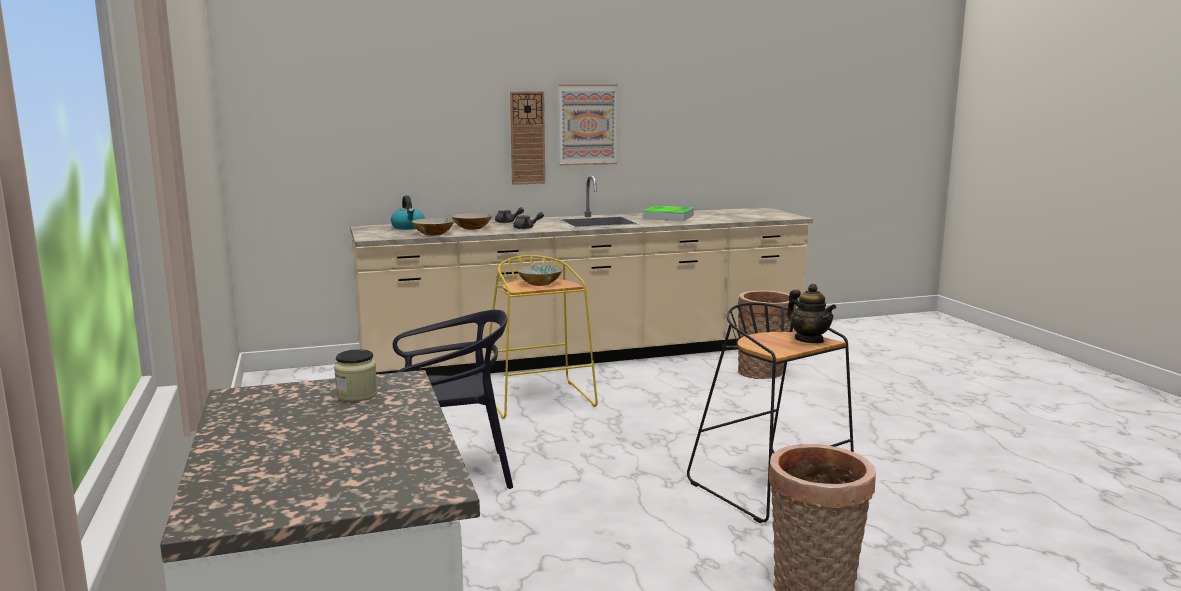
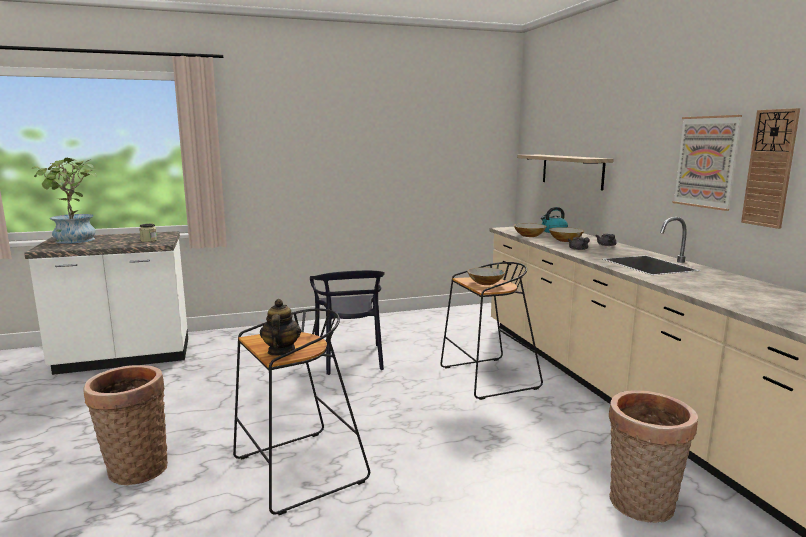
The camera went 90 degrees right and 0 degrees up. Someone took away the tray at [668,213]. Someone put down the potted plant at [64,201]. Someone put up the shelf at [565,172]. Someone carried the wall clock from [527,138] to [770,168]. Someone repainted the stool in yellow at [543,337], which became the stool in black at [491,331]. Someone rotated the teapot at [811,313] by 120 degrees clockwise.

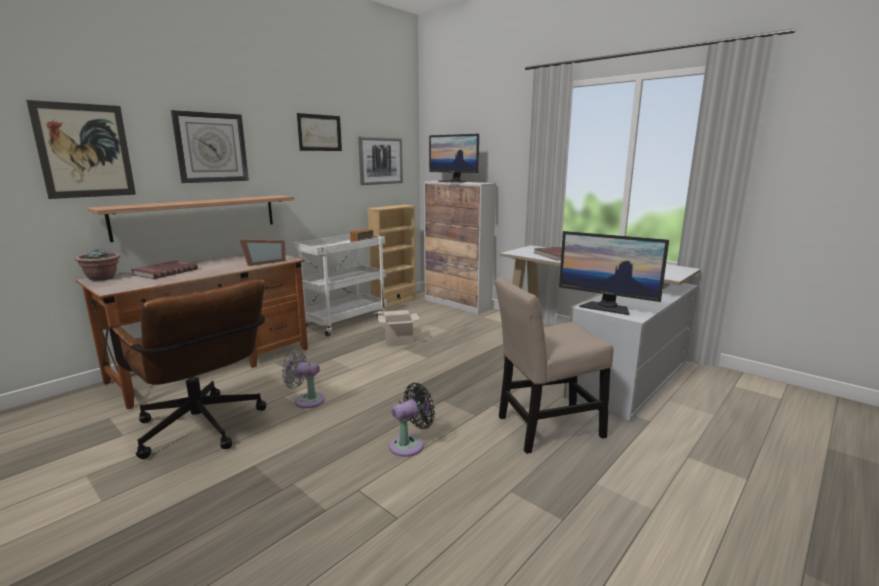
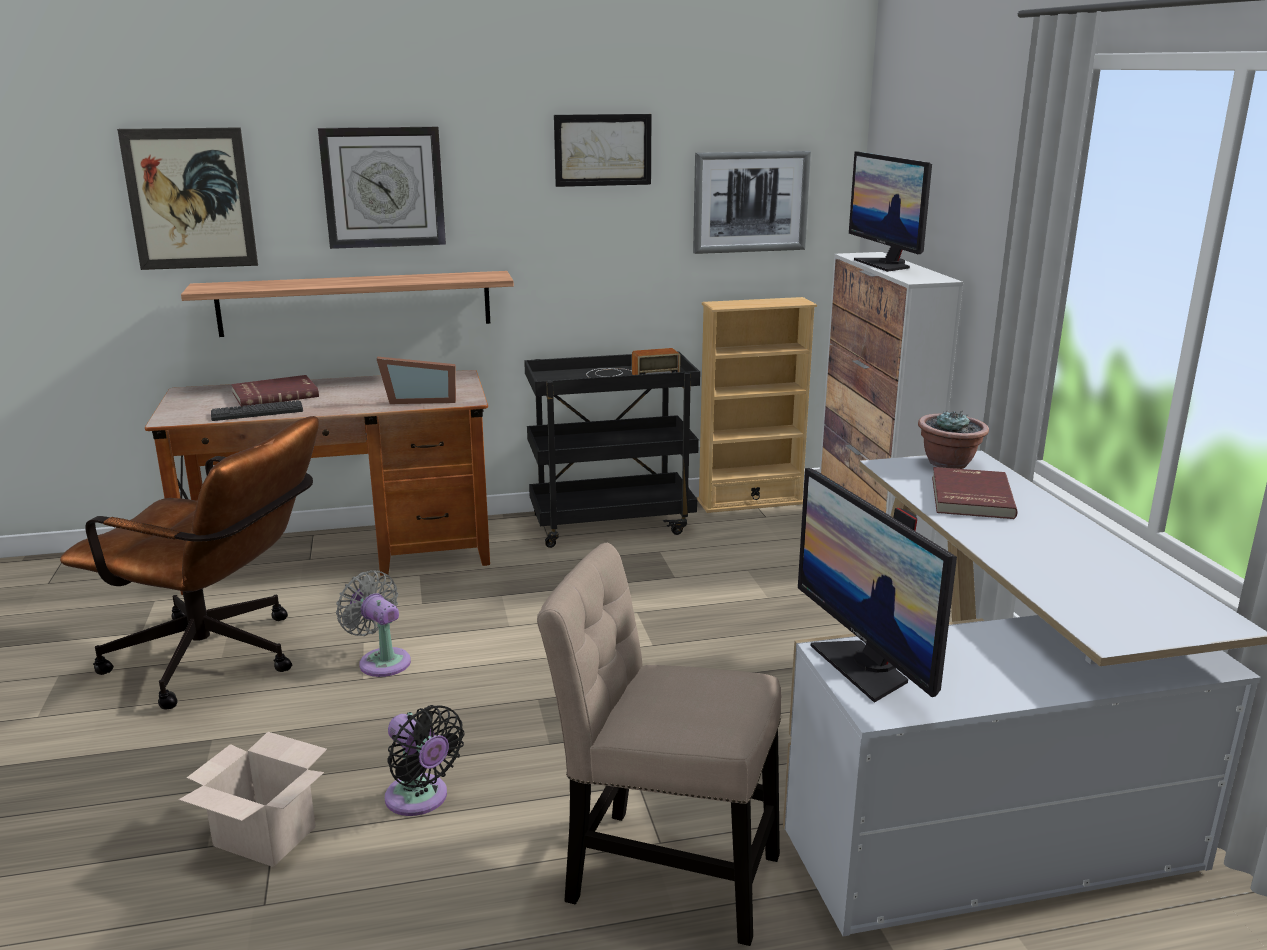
The camera went 35 degrees right and 5 degrees up. Someone put down the keyboard at [257,410]. Someone carried the potted plant from [98,265] to [953,439]. Someone carried the cardboard box from [399,328] to [253,799]. Someone repainted the cart in white at [340,285], which became the cart in black at [612,449]. Someone rotated the office chair in brown at [187,369] by 60 degrees counterclockwise. Someone rotated the fan in black at [412,420] by 45 degrees clockwise.

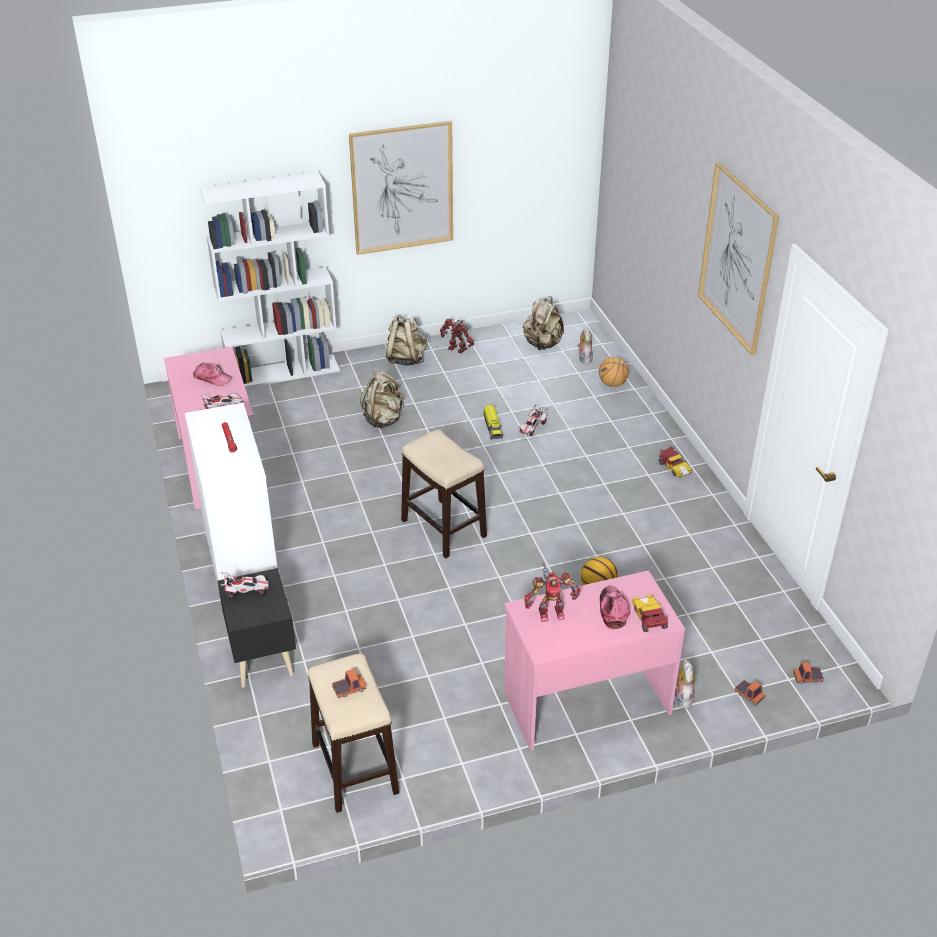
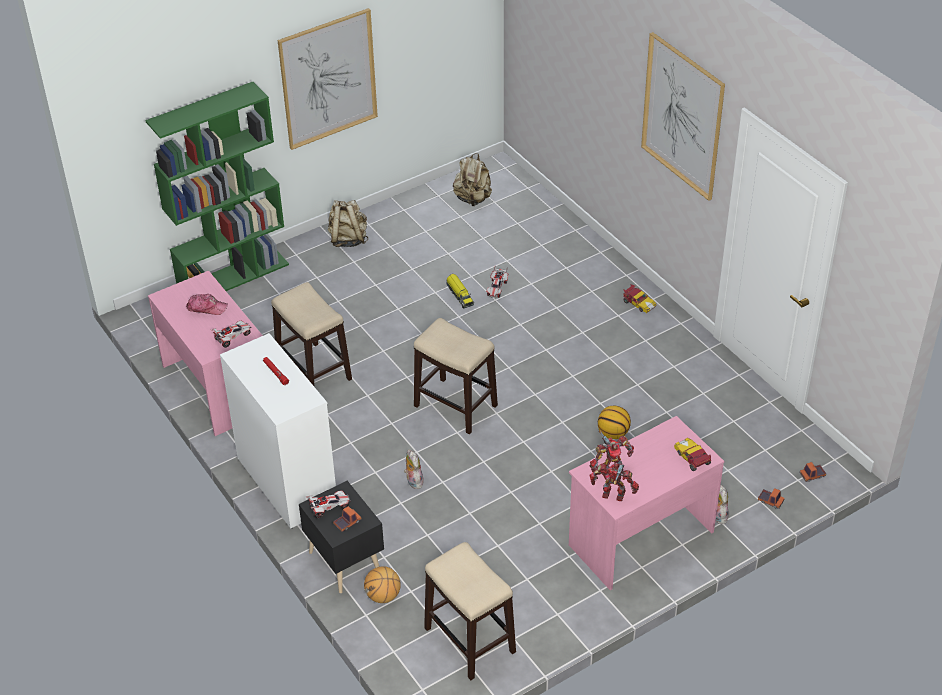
The camera went 15 degrees left and 5 degrees up. Someone took away the backpack in beige at [382,400]. Someone took away the cap at [615,607]. Someone put down the stool at [311,334]. Someone carried the toy truck from [349,683] to [347,519]. Someone carried the toy robot from [457,335] to [614,482]. Someone carried the plush toy from [585,345] to [414,469]. Someone carried the basketball from [614,372] to [382,584]. Someone repainted the bookcase in white at [269,279], which became the bookcase in green at [217,186].

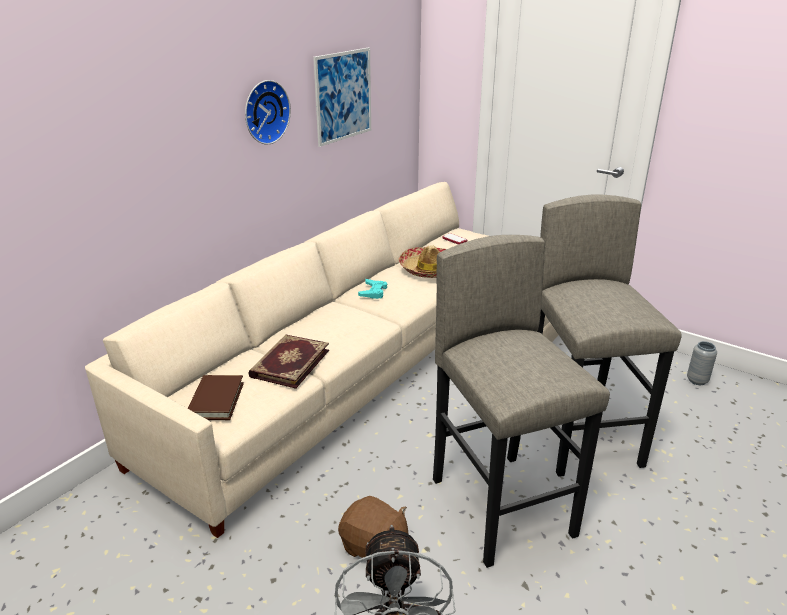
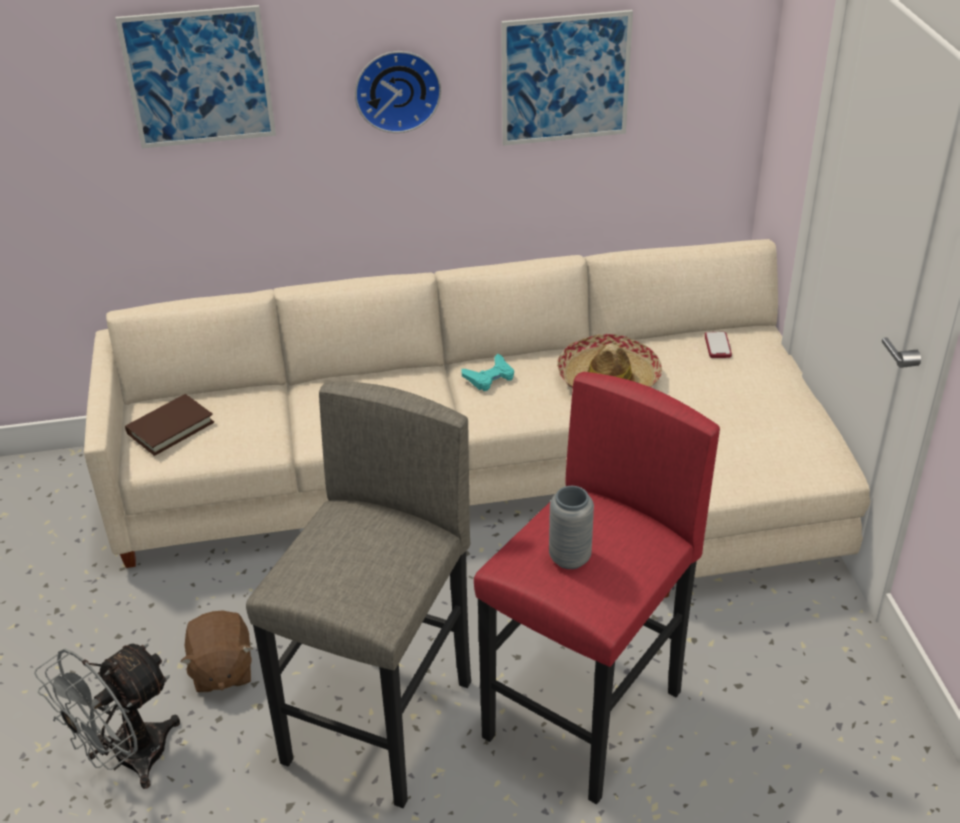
The camera went 45 degrees right and 10 degrees up. Someone took away the book at [288,361]. Someone put up the picture at [195,76]. Someone carried the vase in grey from [702,363] to [571,527]. Someone repainted the stool in grey at [610,336], which became the stool in red at [597,588].

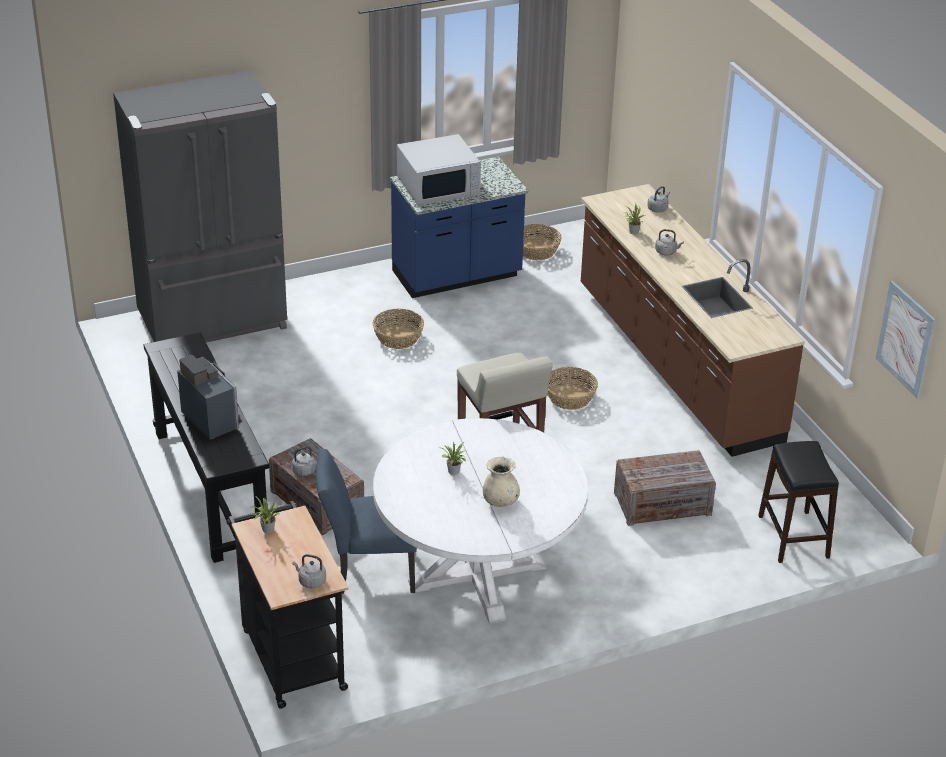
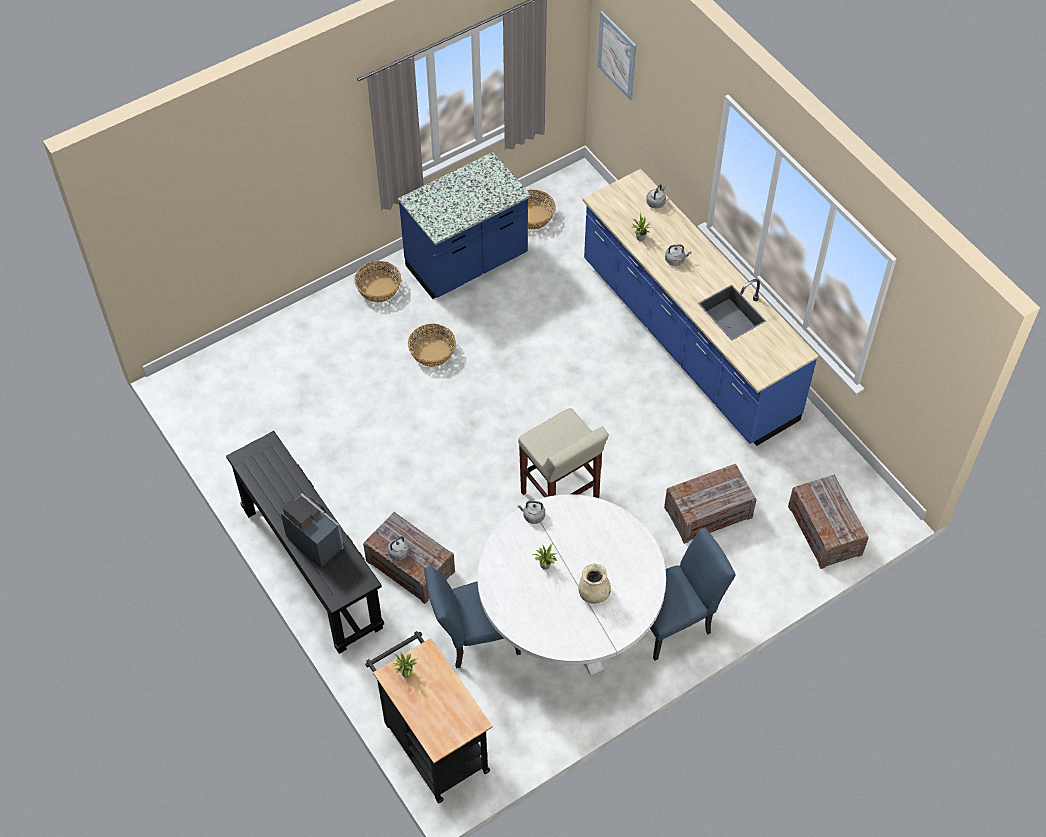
The camera went 10 degrees left and 20 degrees up. Someone took away the fridge in grey at [200,206]. Someone took away the microwave in white at [439,169]. Someone put down the chair in blue at [693,594]. Someone carried the kettle in grey from [309,571] to [531,512]. Someone carried the basket from [573,388] to [378,282]. Someone carried the picture from [906,339] to [616,56]. Someone swapped the stool in black at [798,502] for the crate at [828,521]. Someone repainted the counter in brown at [693,320], which became the counter in blue at [700,307].

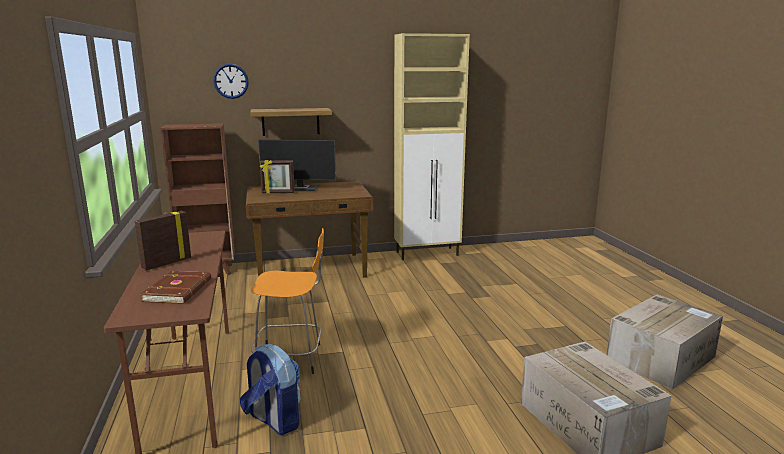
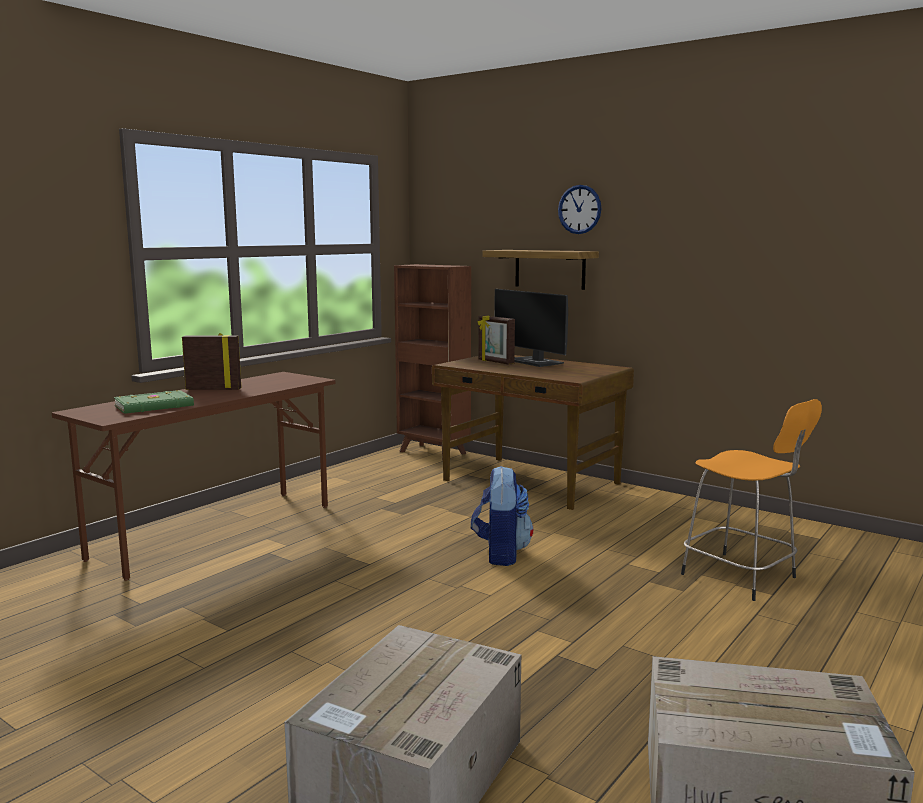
The camera went 50 degrees right and 5 degrees down. Someone took away the cabinet in beige at [432,146]. Someone carried the wall clock from [231,81] to [579,209]. Someone carried the backpack from [270,389] to [502,516]. Someone carried the stool in orange from [287,301] to [751,500]. Someone repainted the book in brown at [175,287], which became the book in green at [154,402].

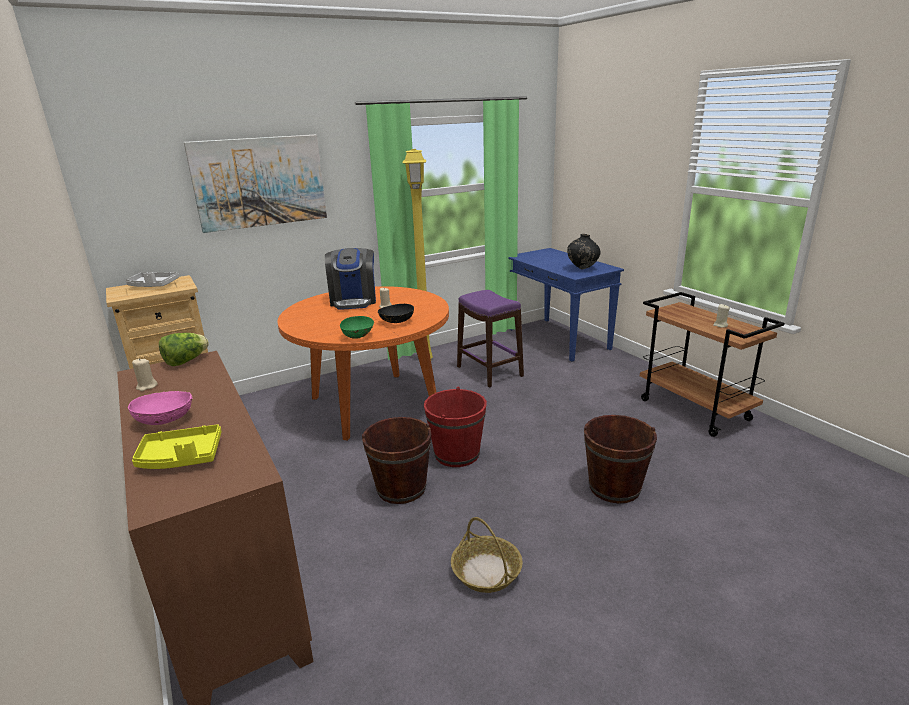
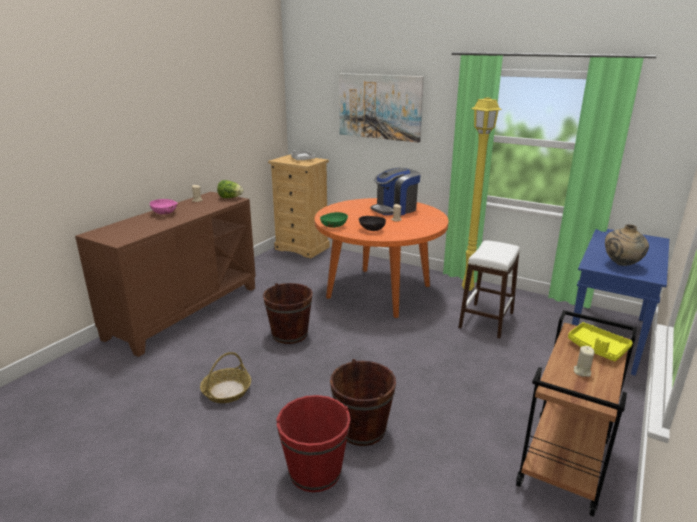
The camera went 60 degrees right and 0 degrees up. Someone carried the tray in yellow from [177,446] to [600,341]. Someone carried the bucket in red from [455,427] to [313,443]. Someone repainted the stool in purple at [490,338], which became the stool in white at [489,289]. Someone repainted the vase in black at [583,251], which became the vase in beige at [627,245].

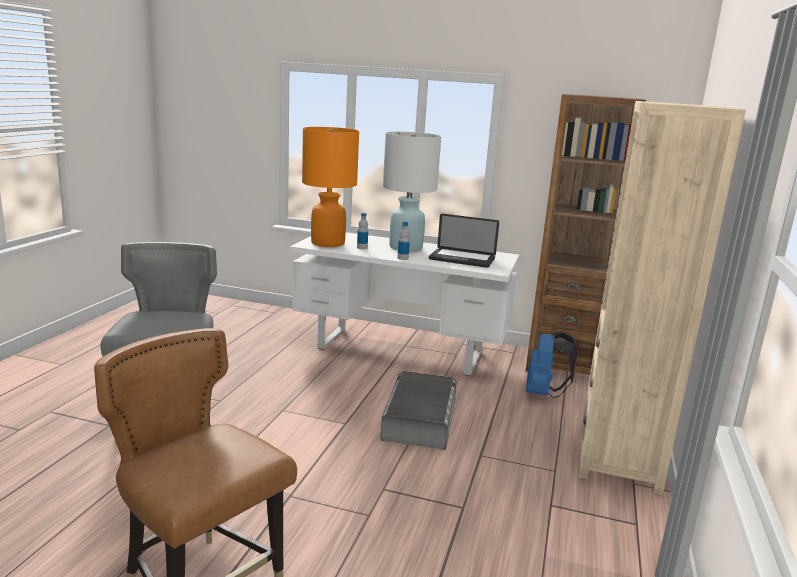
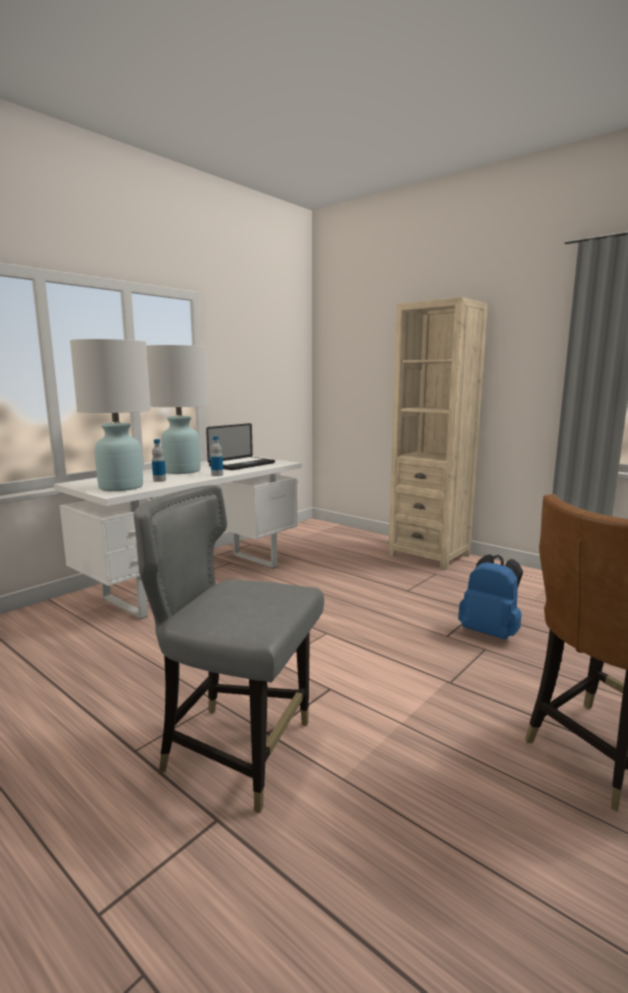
The camera went 65 degrees left and 5 degrees down. Someone took away the storage box in grey at [418,410]. Someone took away the bookcase in brown at [586,234]. Someone carried the backpack in blue from [551,364] to [490,596]. Someone repainted the table lamp in orange at [330,187], which became the table lamp in white at [110,415].

